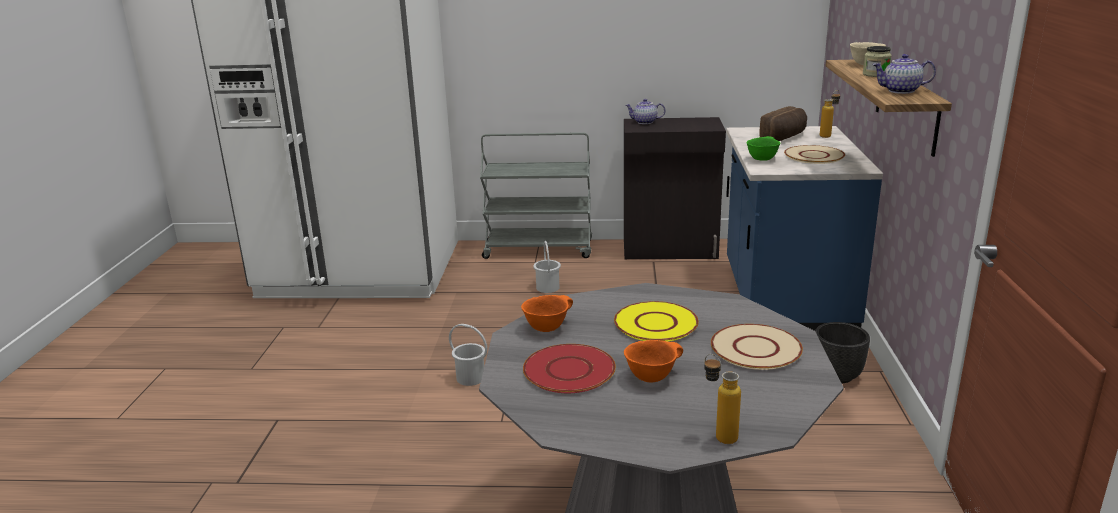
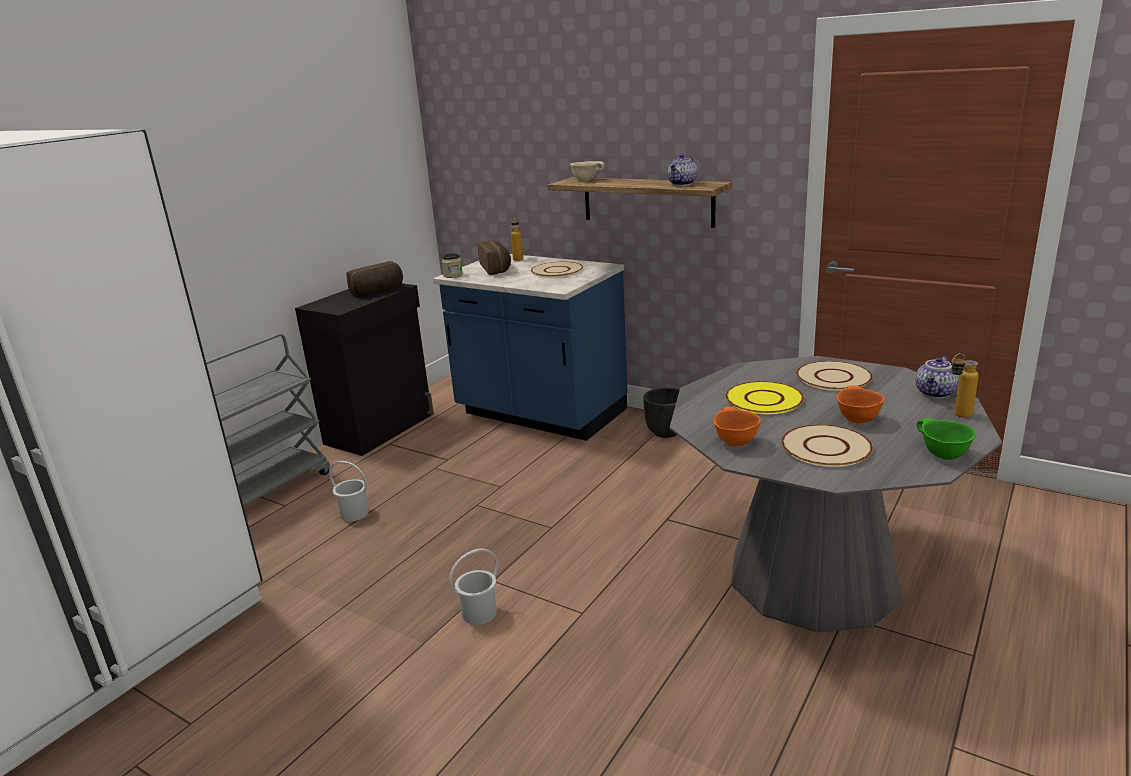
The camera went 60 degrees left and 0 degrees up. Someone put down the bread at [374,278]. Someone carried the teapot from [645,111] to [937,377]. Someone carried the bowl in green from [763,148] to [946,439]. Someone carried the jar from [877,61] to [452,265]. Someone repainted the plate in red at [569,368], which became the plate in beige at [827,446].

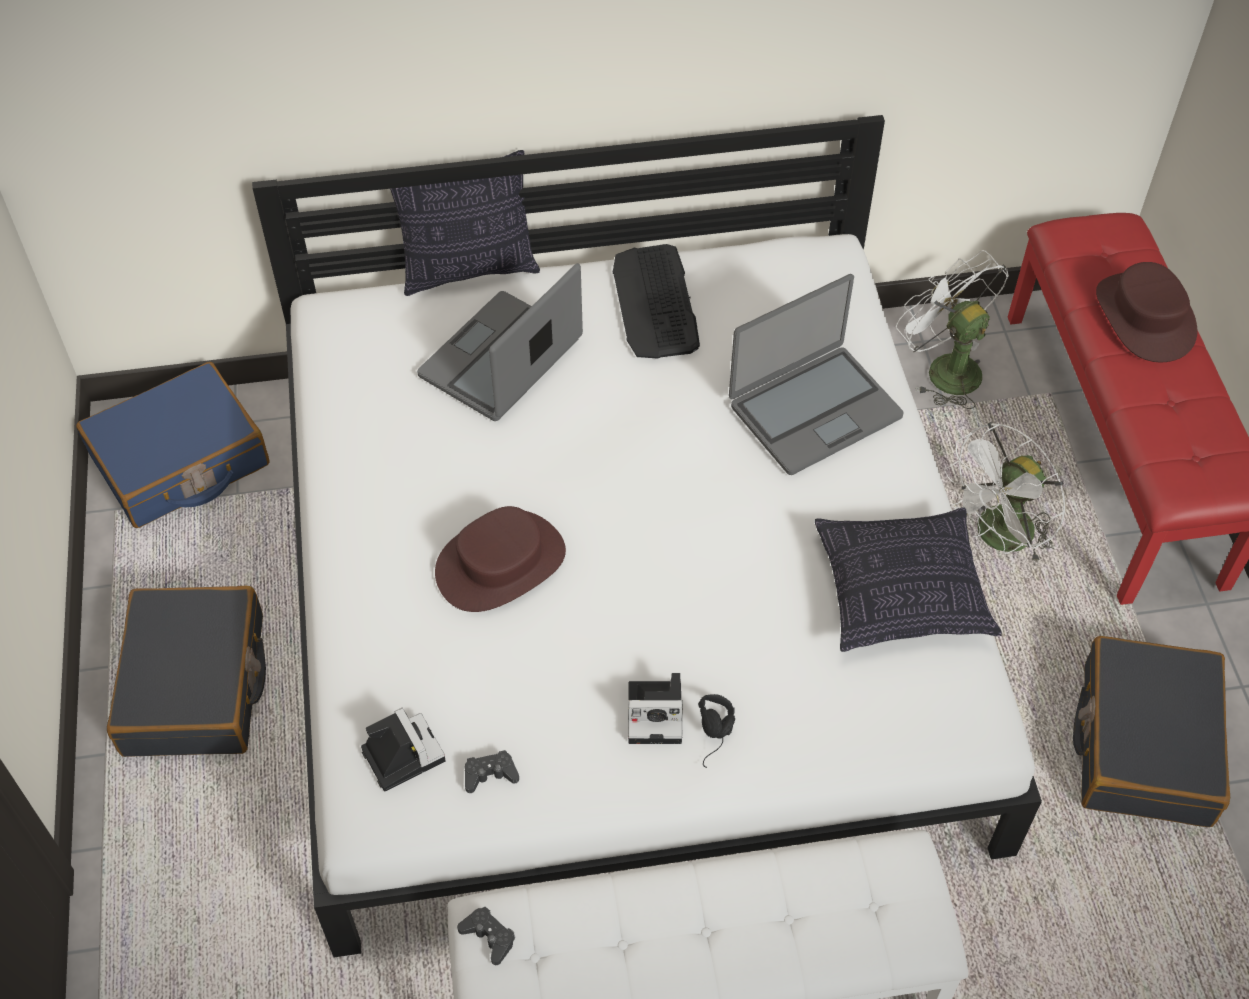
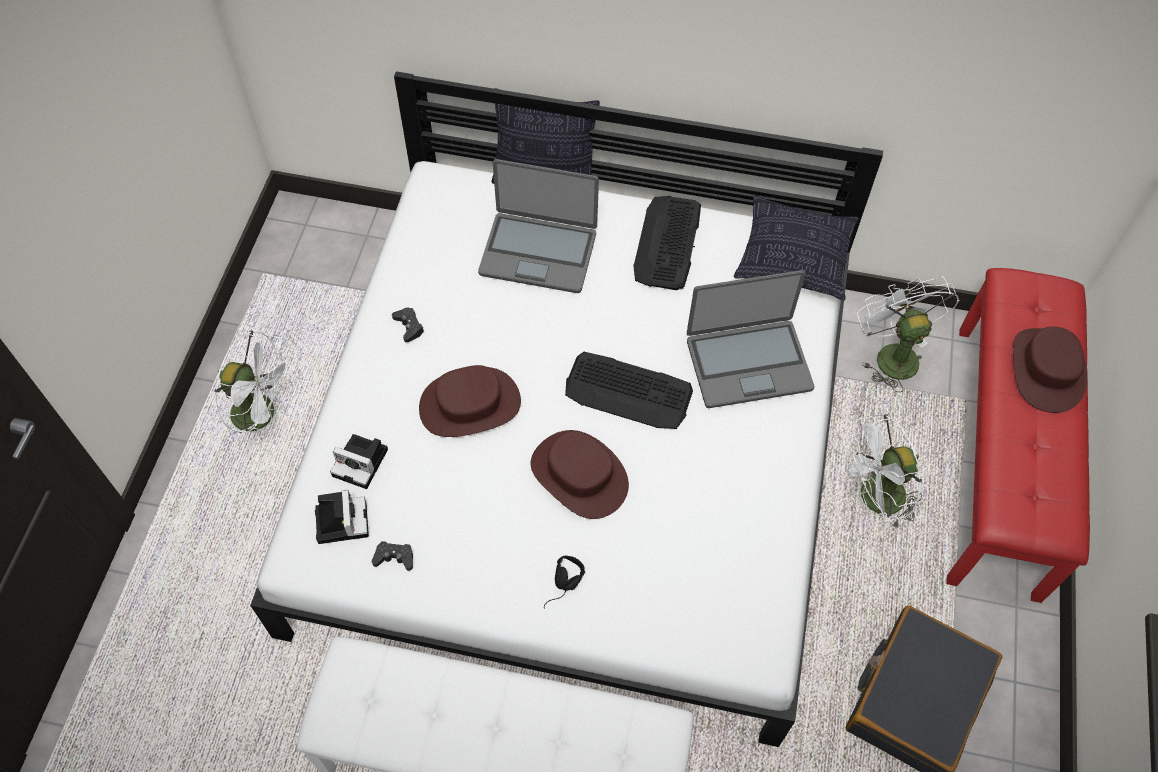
The camera went 20 degrees right and 5 degrees up. Someone took away the suitcase in blue at [173,445]. Someone put down the hat in brown at [580,474]. Someone put down the keyboard at [629,390]. Someone carried the game controller in black from [486,936] to [408,325]. Someone carried the photo camera from [655,708] to [359,461]. Someone carried the pillow from [908,579] to [796,248]. Someone swapped the suitcase in black at [186,671] for the fan in white at [253,390]. Someone rotated the laptop at [500,342] by 135 degrees counterclockwise.

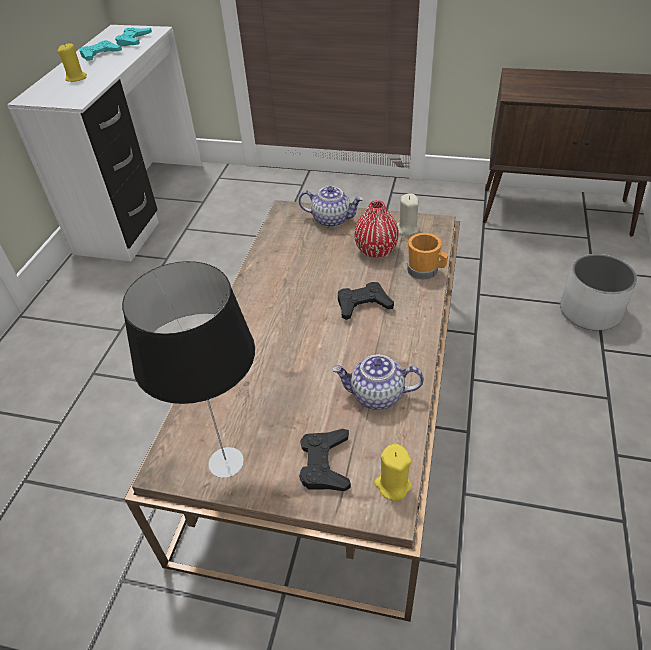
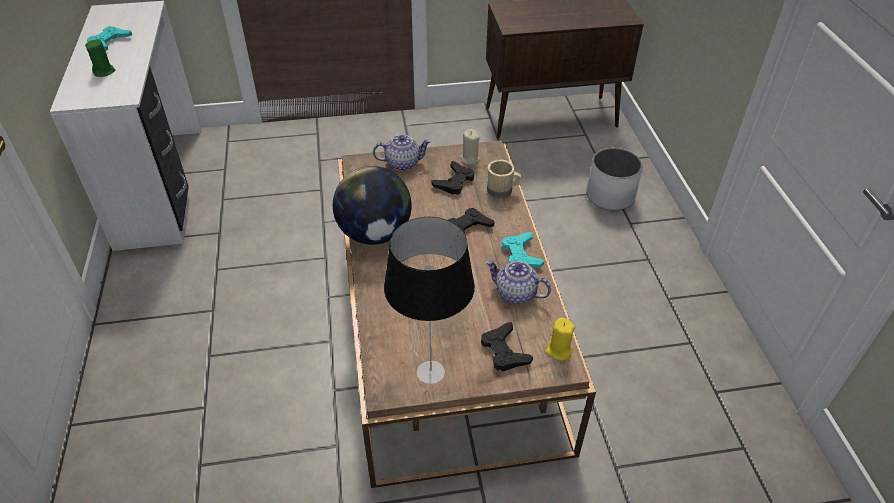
The camera went 25 degrees left and 0 degrees up. Someone put down the globe at [372,205]. Someone carried the game controller in turquoise from [133,37] to [523,250]. Someone swapped the vase in red at [376,229] for the game controller in black at [453,178]. Someone repainted the candle in yellow at [72,62], which became the candle in green at [100,58]. Someone repainted the mug in orange at [427,256], which became the mug in beige at [504,179]. Someone rotated the teapot at [378,382] by 45 degrees clockwise.

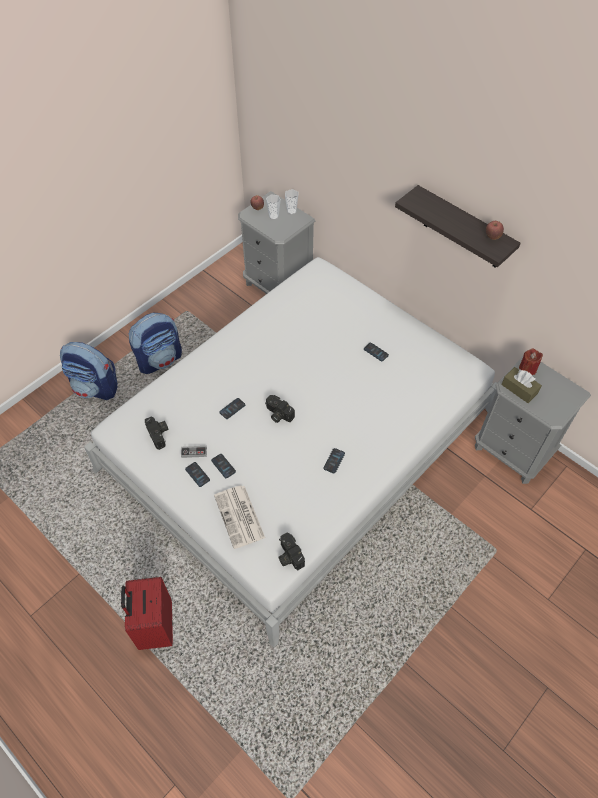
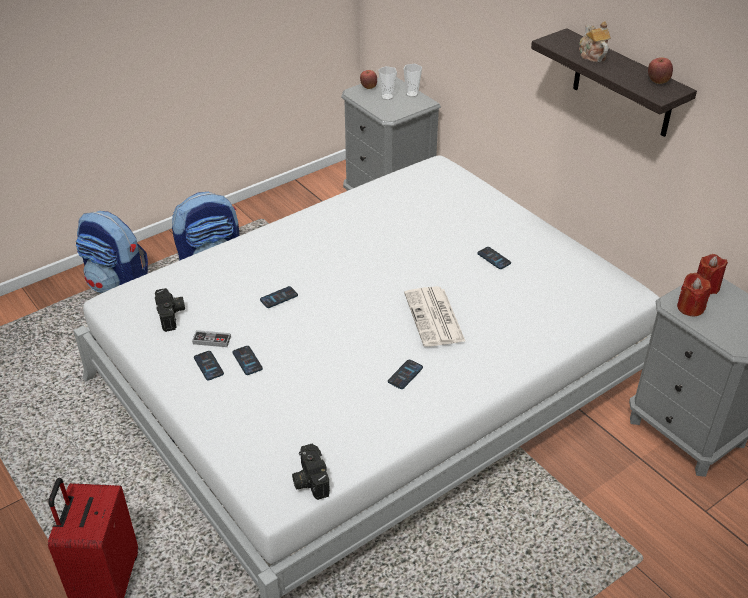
The camera went 10 degrees right and 15 degrees down. Someone took away the photo camera at [280,409]. Someone put down the teapot at [595,41]. Someone carried the newspaper from [239,517] to [435,316]. Someone swapped the tissue box in brown at [521,385] for the candle in red at [694,295].

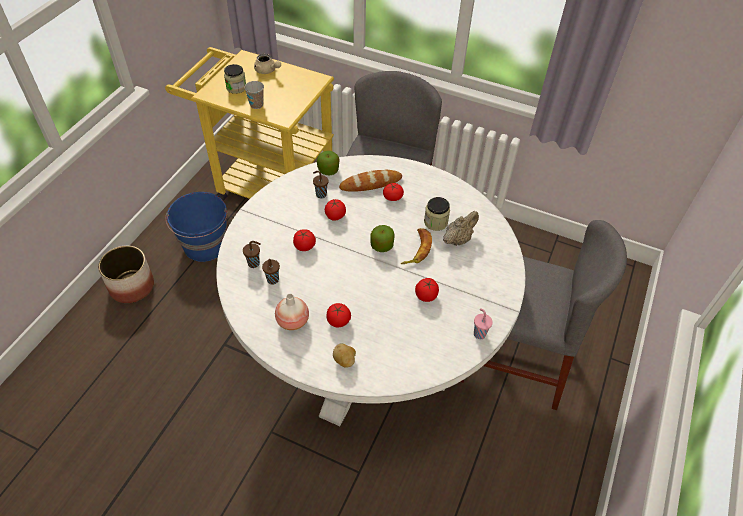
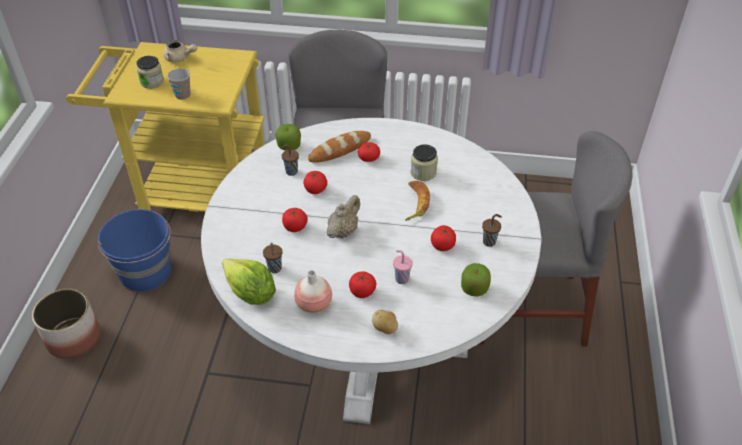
The camera went 15 degrees left and 5 degrees down. Someone put down the lettuce at [249,281]. Someone carried the cup in brown from [252,254] to [492,230]. Someone carried the apple from [382,238] to [476,280]. Someone carried the teapot in beige from [461,228] to [343,217]. Someone carried the cup in pink from [483,323] to [403,267].

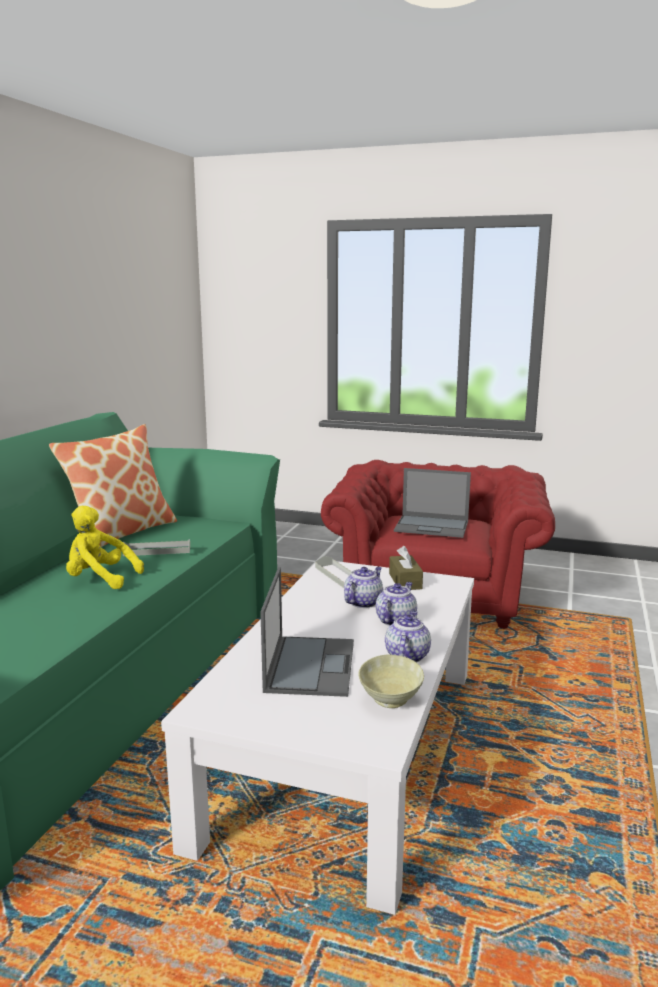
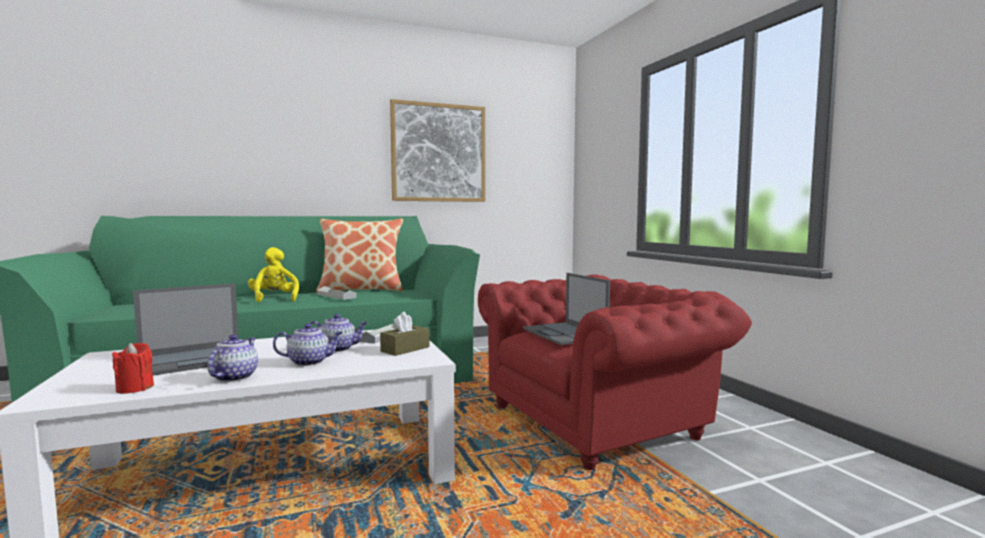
The camera went 50 degrees right and 10 degrees down. Someone put up the picture at [437,150]. Someone swapped the bowl in beige at [391,681] for the candle in red at [133,368]. Someone rotated the teapot at [408,636] by 60 degrees counterclockwise.

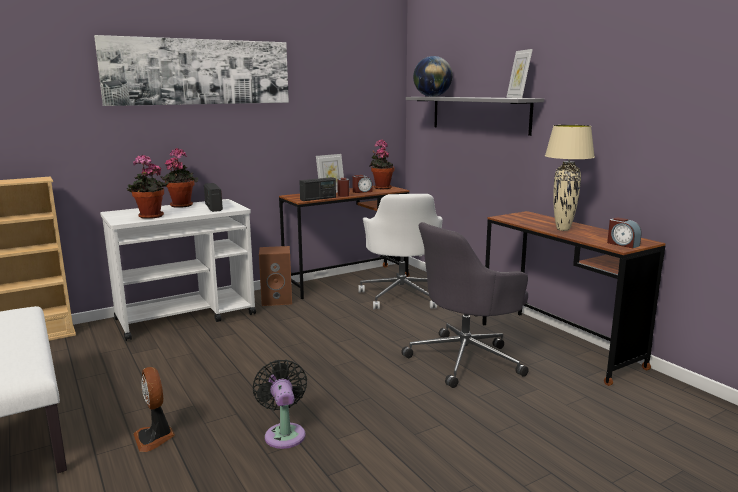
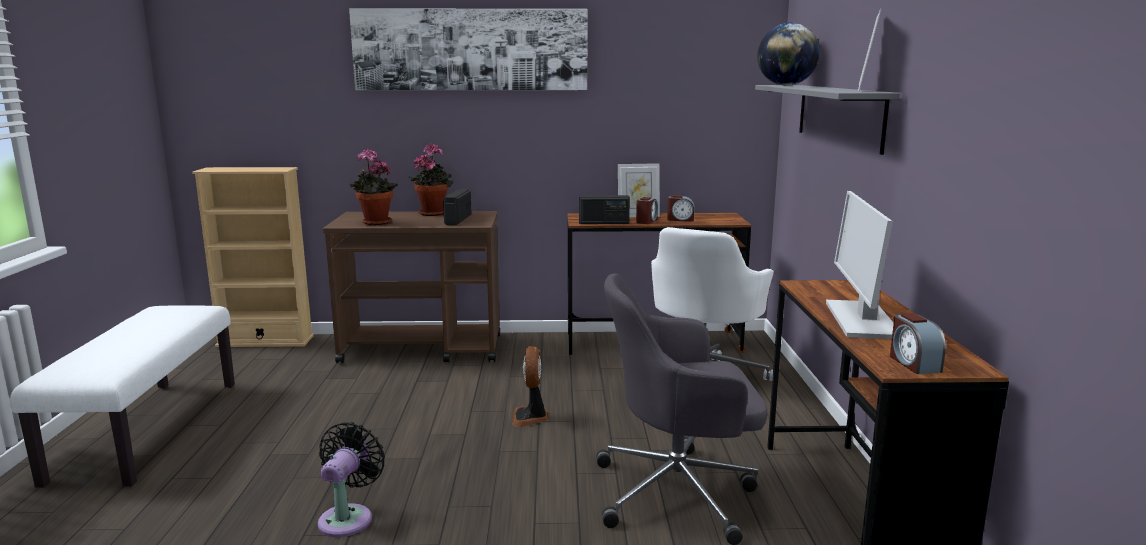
The camera went 30 degrees right and 0 degrees up. Someone took away the speaker in brown at [275,276]. Someone took away the potted plant at [382,164]. Someone carried the fan from [154,409] to [530,386]. Someone swapped the table lamp in beige at [570,178] for the monitor at [860,265]. Someone repainted the cart in white at [178,270], which became the cart in brown at [411,287].

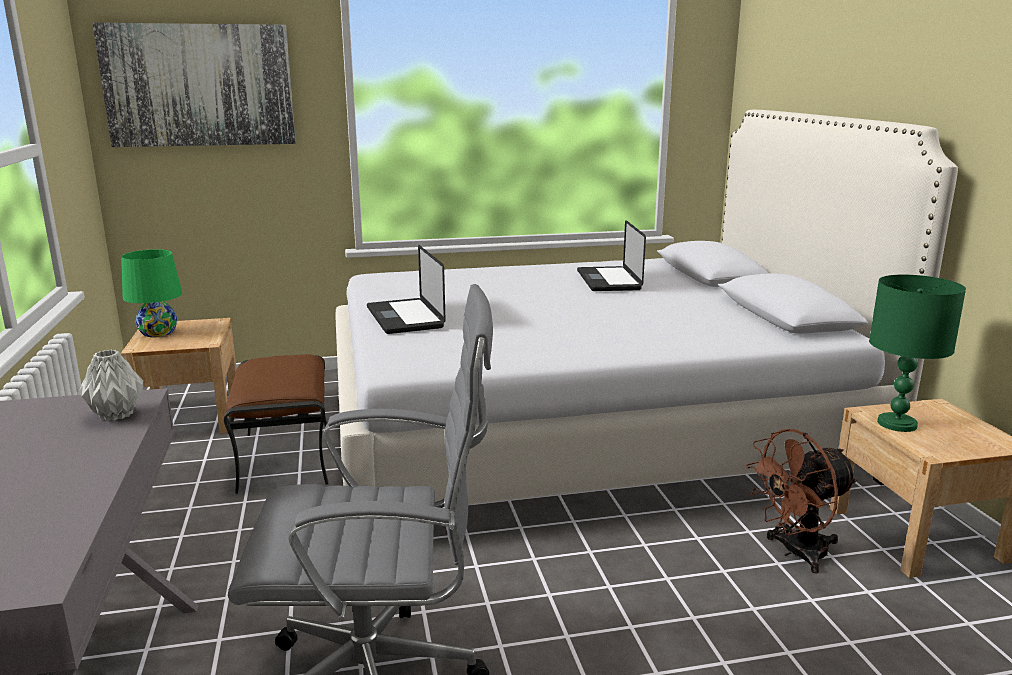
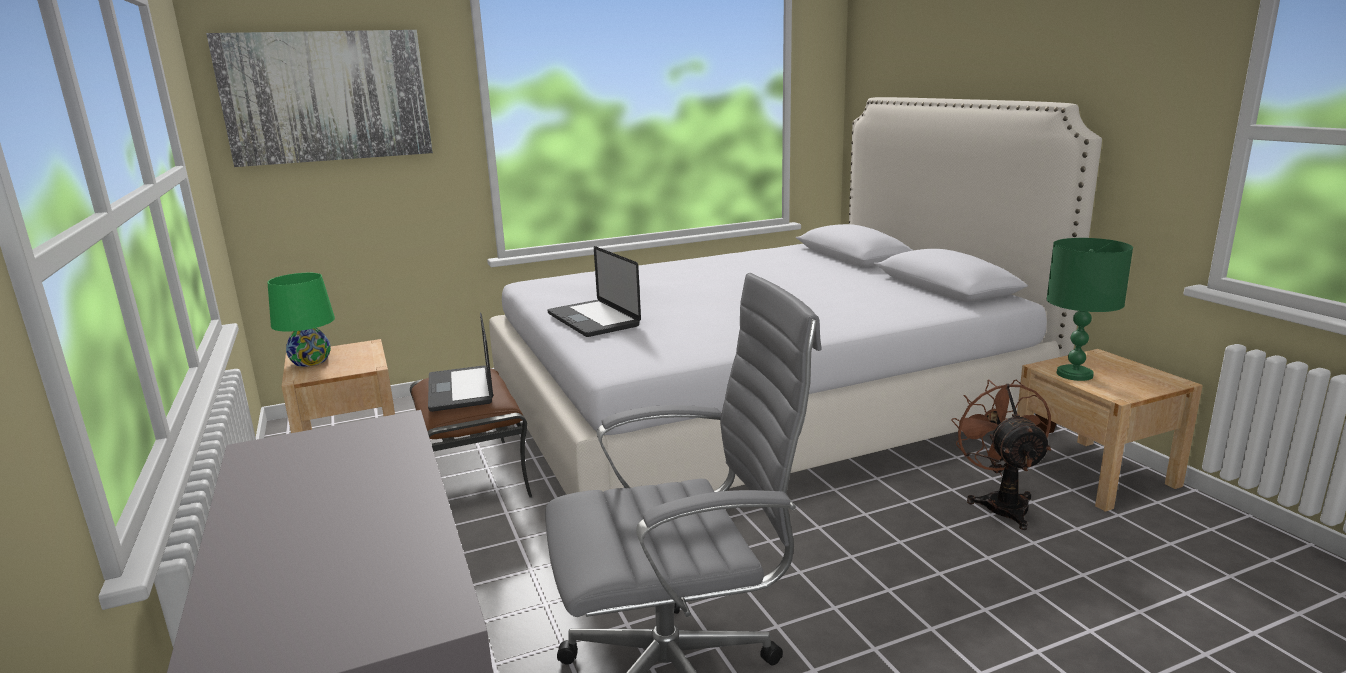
The camera went 10 degrees left and 0 degrees up. Someone took away the vase in grey at [111,385]. Someone carried the laptop from [611,255] to [460,362]. Someone rotated the fan in brown at [801,501] by 120 degrees clockwise.

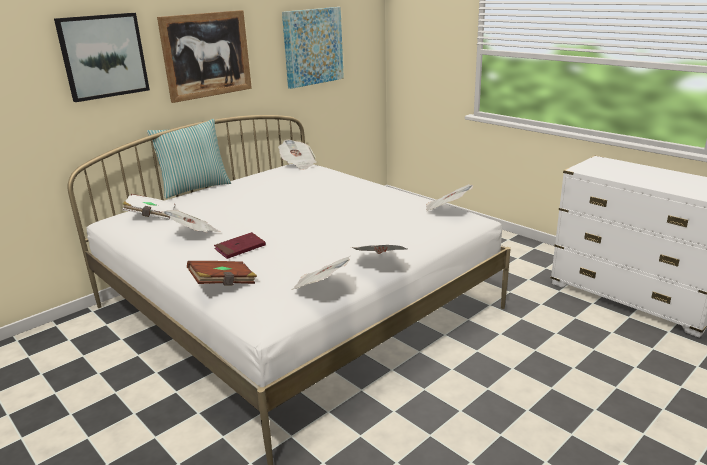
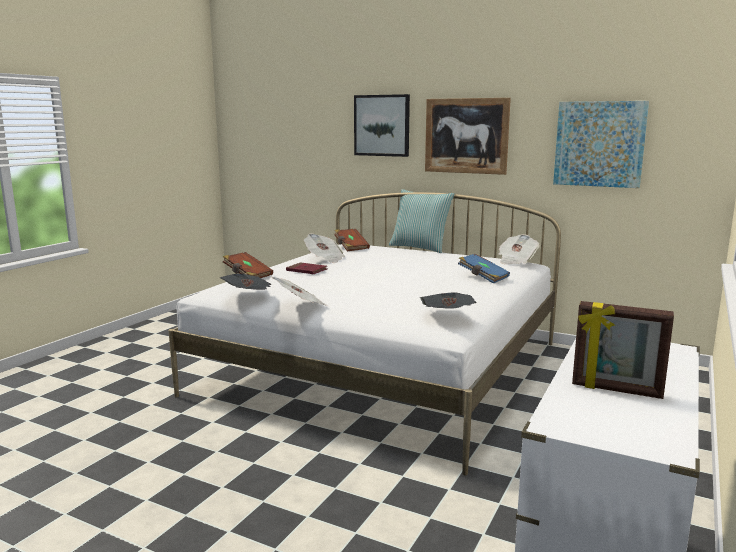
The camera went 70 degrees right and 10 degrees down. Someone put down the book in blue at [484,269]. Someone put down the picture frame at [623,350]. Someone repainted the book in white at [149,207], which became the book in brown at [352,240].

